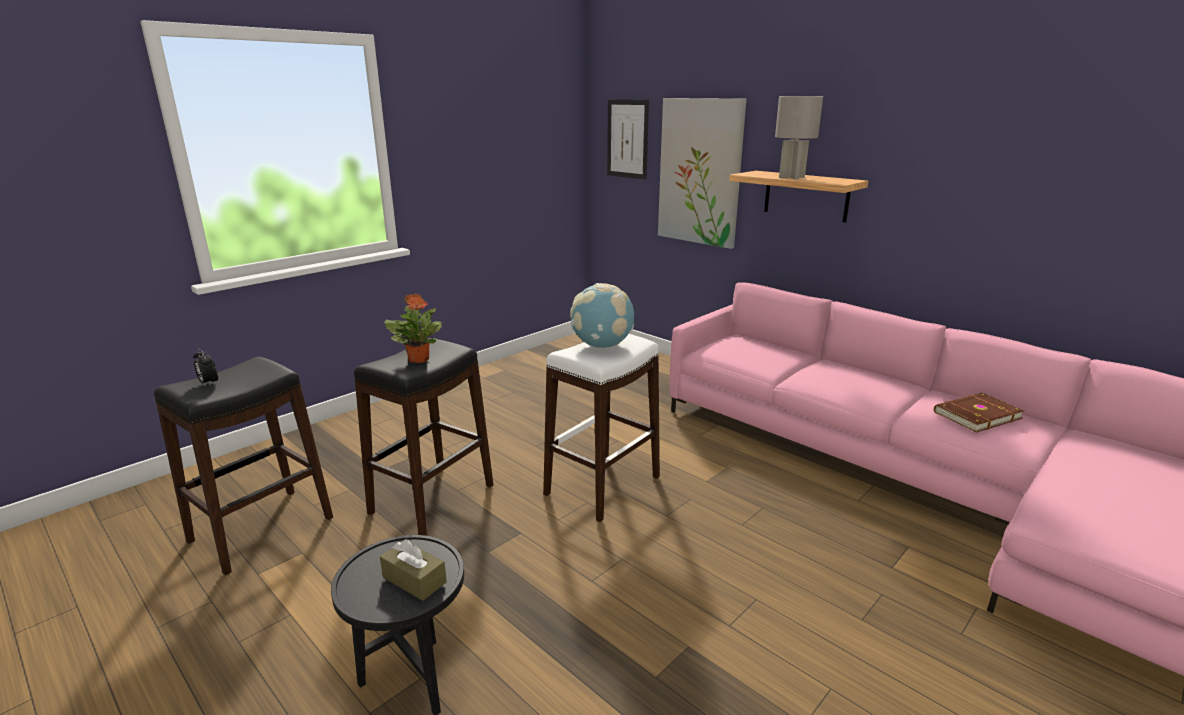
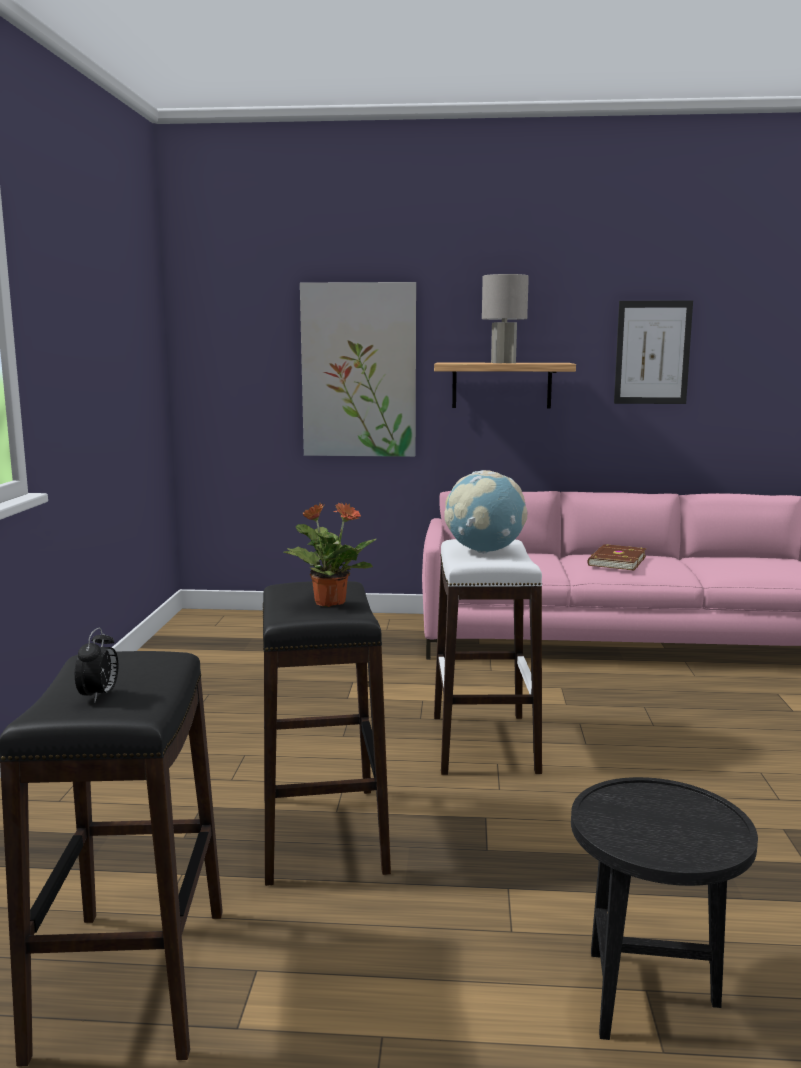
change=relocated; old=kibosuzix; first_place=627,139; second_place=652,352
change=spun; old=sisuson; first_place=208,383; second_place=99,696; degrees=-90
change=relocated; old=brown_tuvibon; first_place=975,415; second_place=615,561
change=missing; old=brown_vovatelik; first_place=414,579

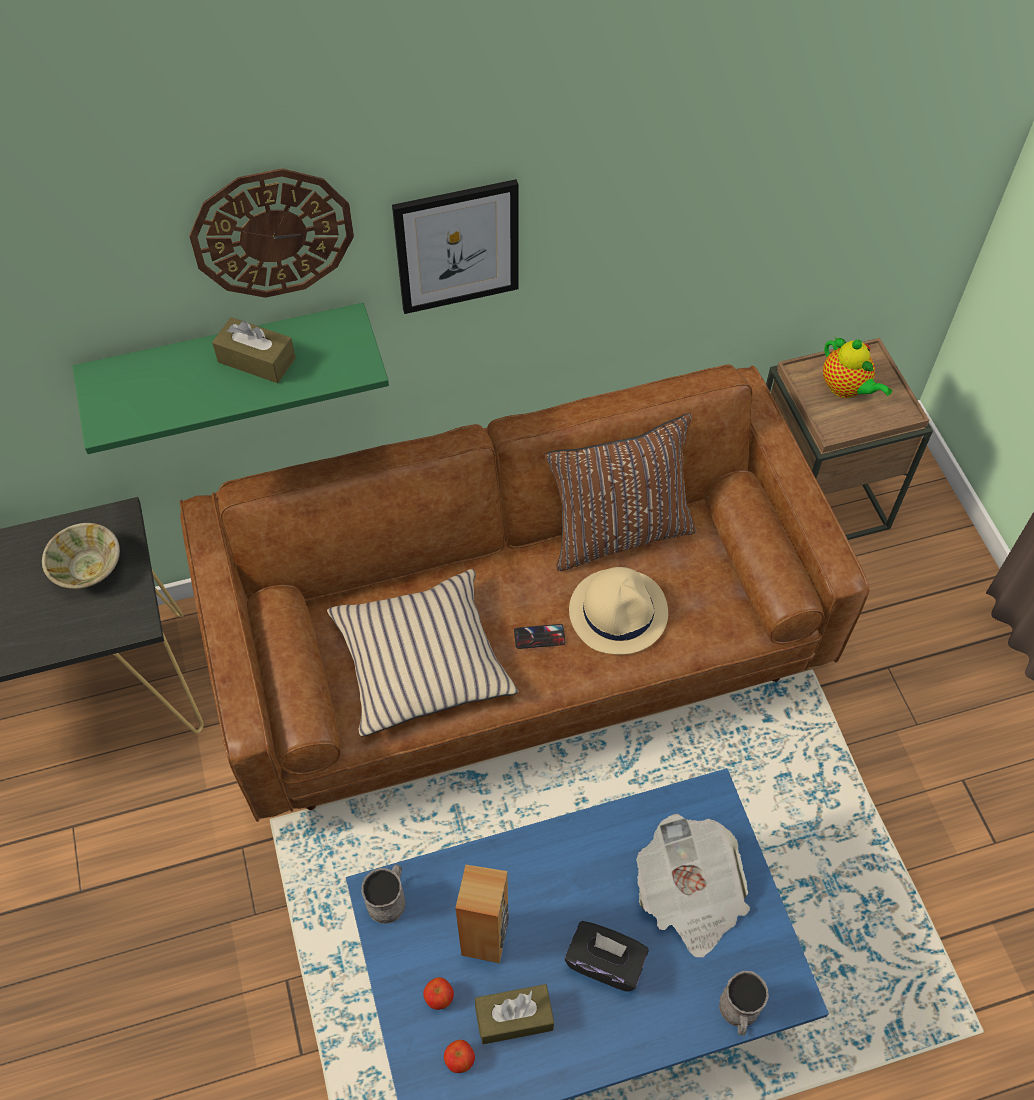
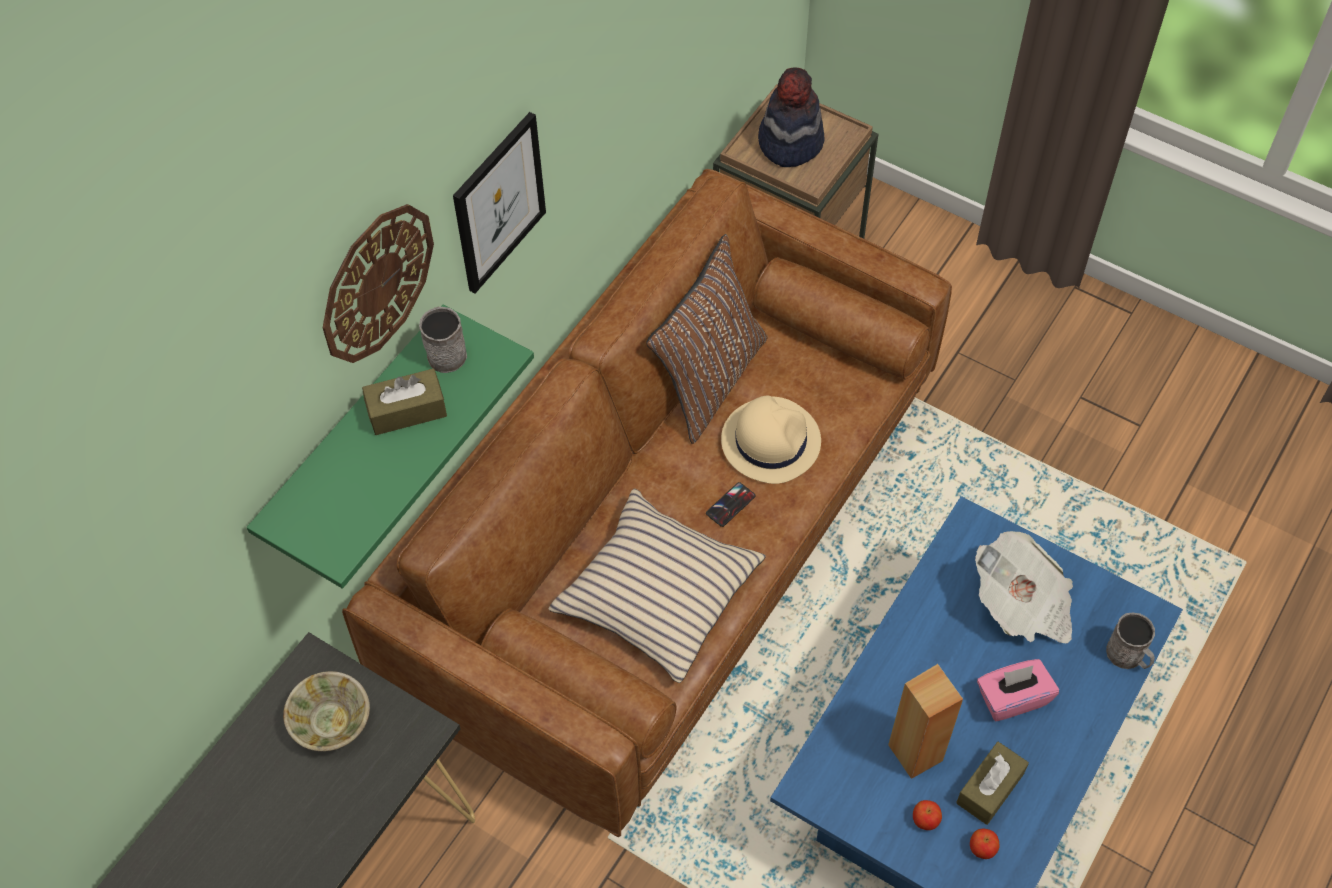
change=exchanged; old=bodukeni; new=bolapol; first_place=846,389; second_place=790,142
change=relocated; old=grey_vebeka; first_place=389,898; second_place=445,351
change=colour; old=black_vovatelik; new=pink_vovatelik; first_place=605,962; second_place=1012,698

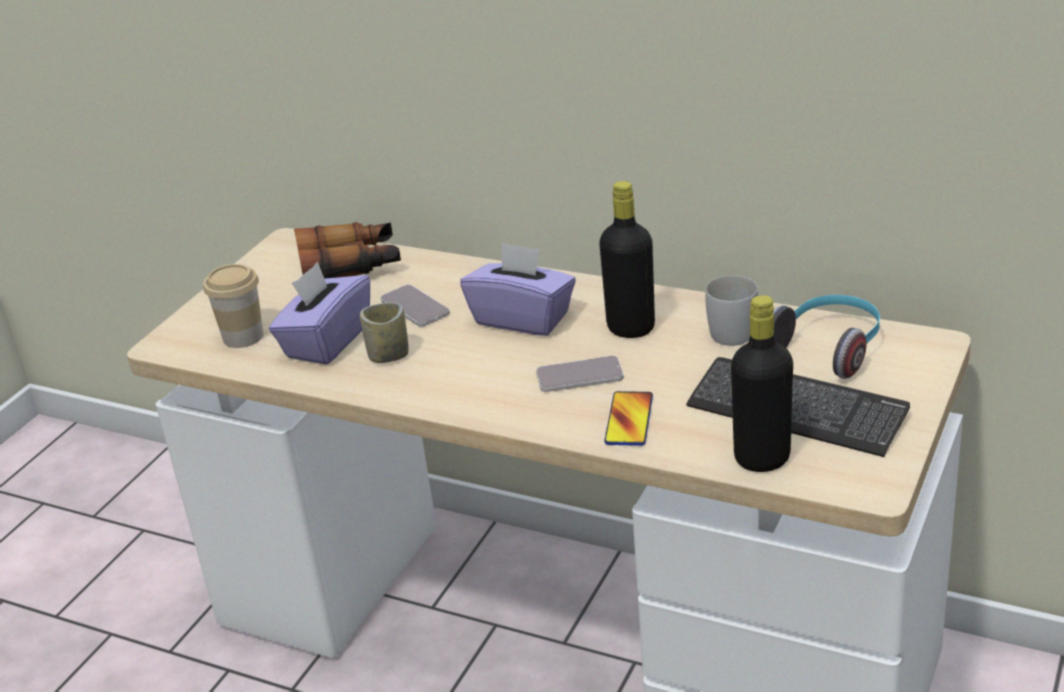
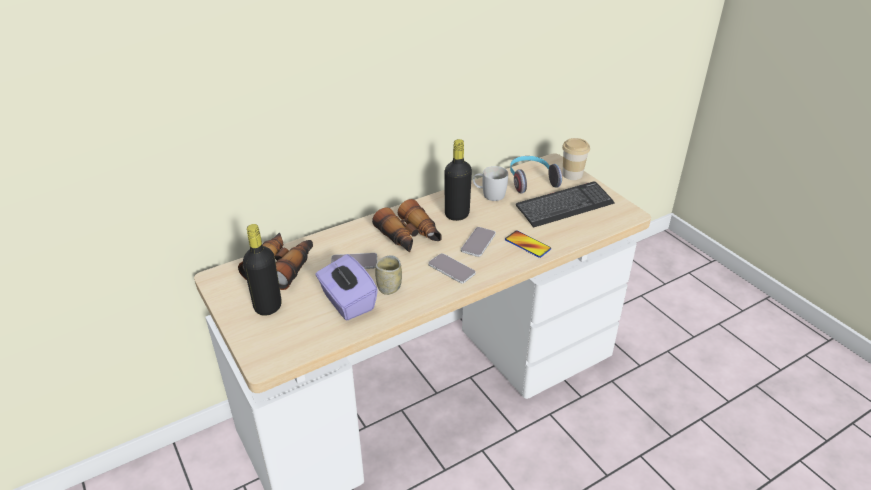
change=exchanged; old=purple_vovatelik; new=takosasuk; first_place=522,318; second_place=410,237
change=relocated; old=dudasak; first_place=243,337; second_place=572,174
change=relocated; old=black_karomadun; first_place=762,458; second_place=268,306
change=appeared; new=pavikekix; second_place=451,269

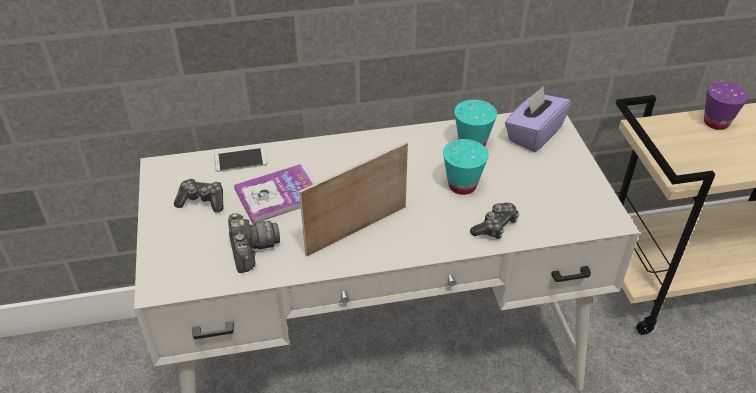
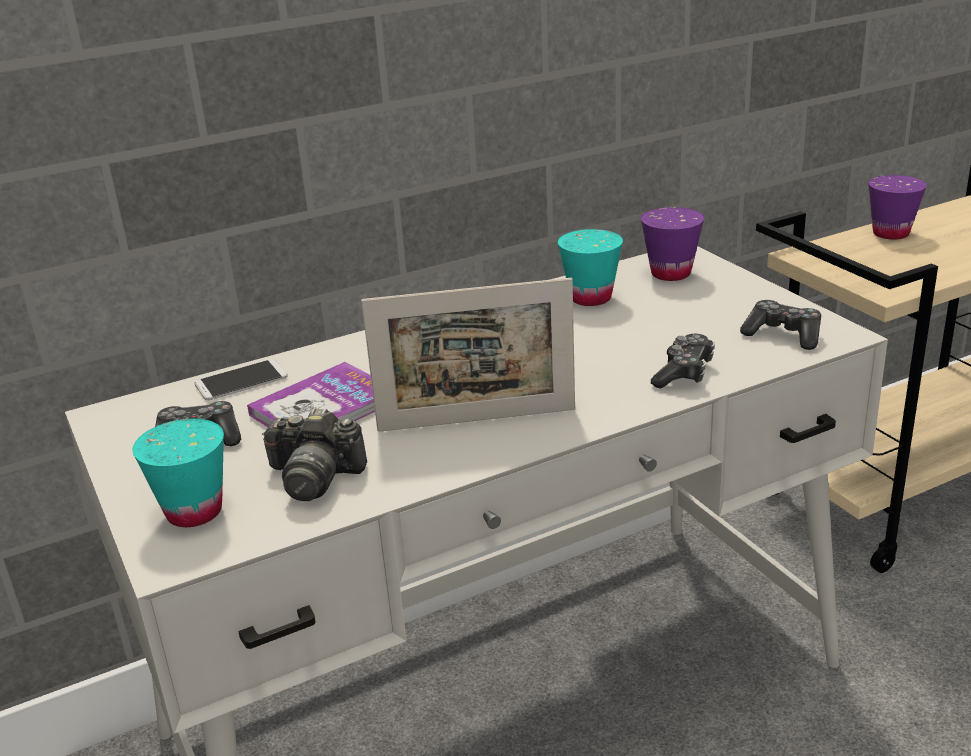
change=exchanged; old=purple_vovatelik; new=purple_dudasak; first_place=533,134; second_place=670,273
change=relocated; old=turquoise_dudasak; first_place=462,185; second_place=194,512
change=spun; old=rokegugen; first_place=357,230; second_place=476,420; degrees=-135
change=spun; old=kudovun; first_place=251,249; second_place=315,477; degrees=135
change=appeared; new=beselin; second_place=783,335

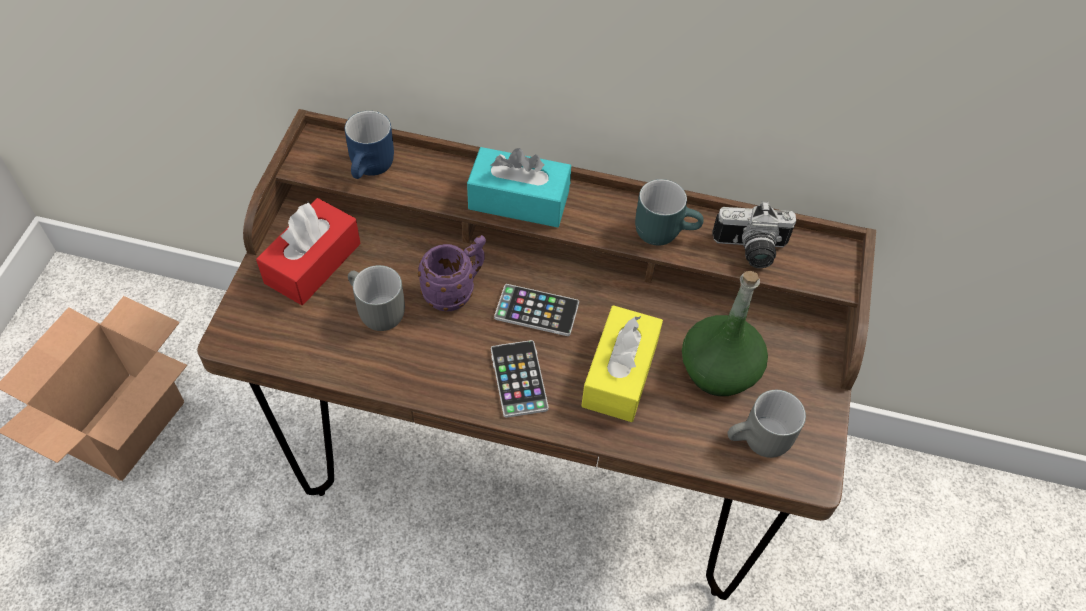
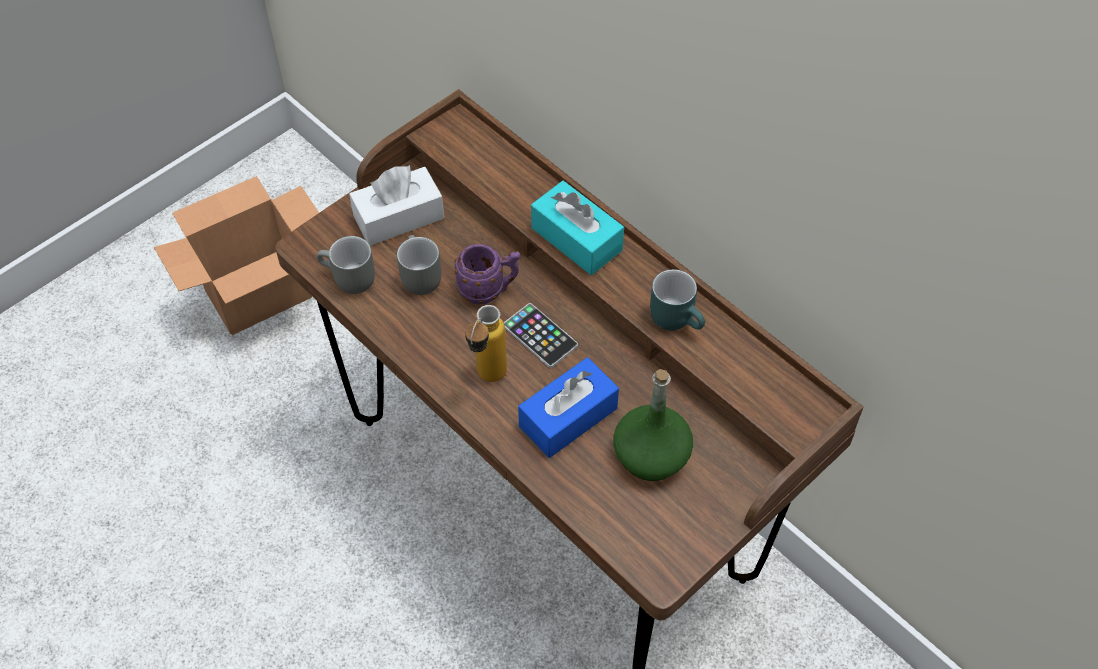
change=missing; old=blue_vebeka; first_place=373,167
change=colour; old=red_vovatelik; new=white_vovatelik; first_place=313,263; second_place=398,217
change=missing; old=kudovun; first_place=750,251
change=colour; old=yellow_vovatelik; new=blue_vovatelik; first_place=620,374; second_place=568,417
change=exchanged; old=pavikekix; new=karomadun; first_place=519,379; second_place=487,381
change=relocated; old=grey_vebeka; first_place=760,443; second_place=348,280

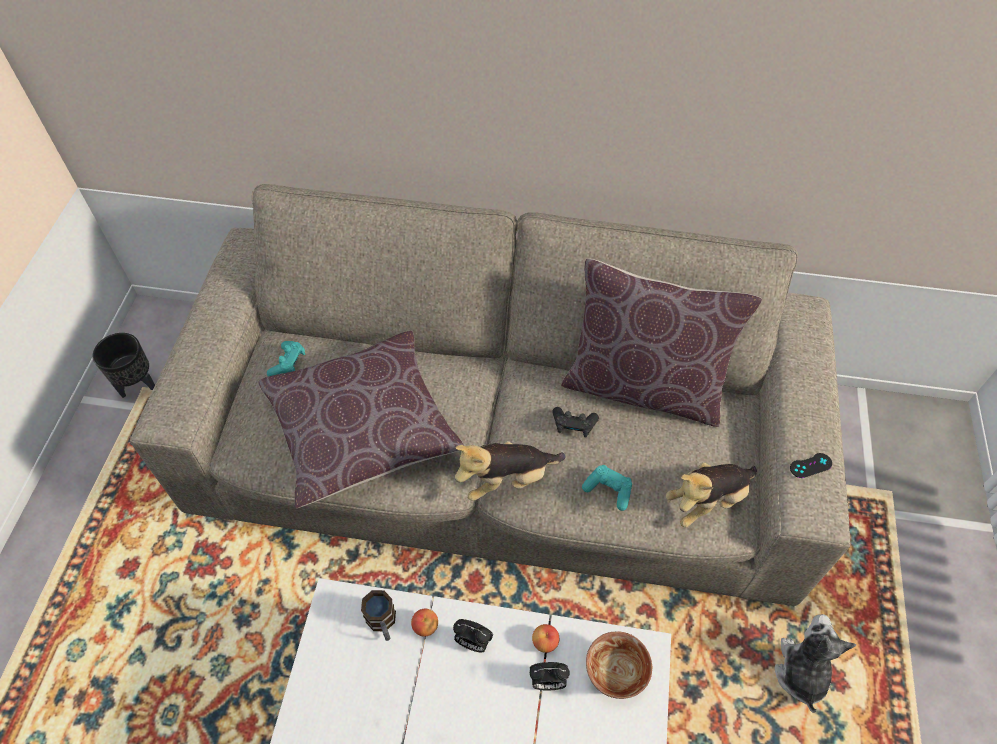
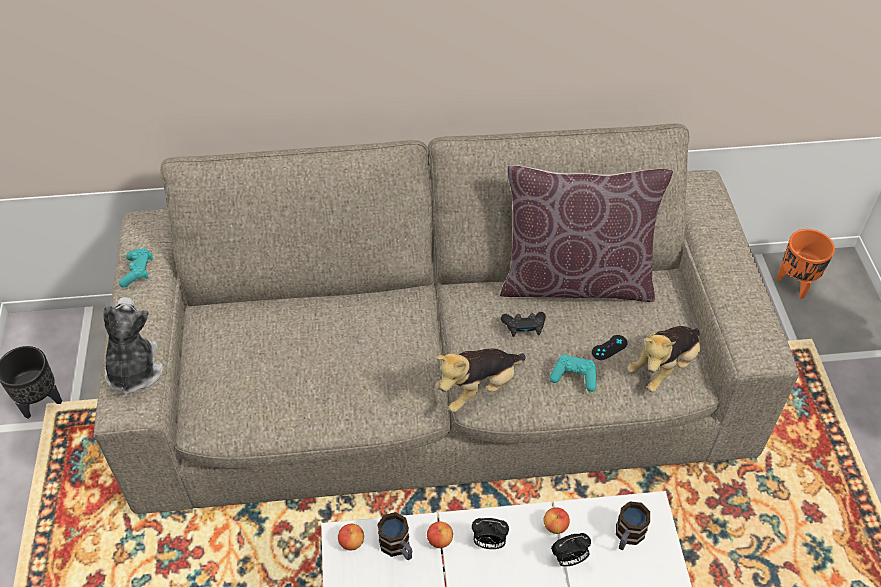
change=missing; old=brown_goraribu; first_place=362,429
change=relocated; old=turquoise_beselin; first_place=288,364; second_place=138,272
change=relocated; old=black_beselin; first_place=810,465; second_place=609,347
change=relocated; old=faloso; first_place=801,672; second_place=134,370
change=exchanged; old=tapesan; new=vebeka; first_place=615,673; second_place=627,536
change=appeared; new=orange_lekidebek; second_place=795,284
change=appeared; new=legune; second_place=351,542

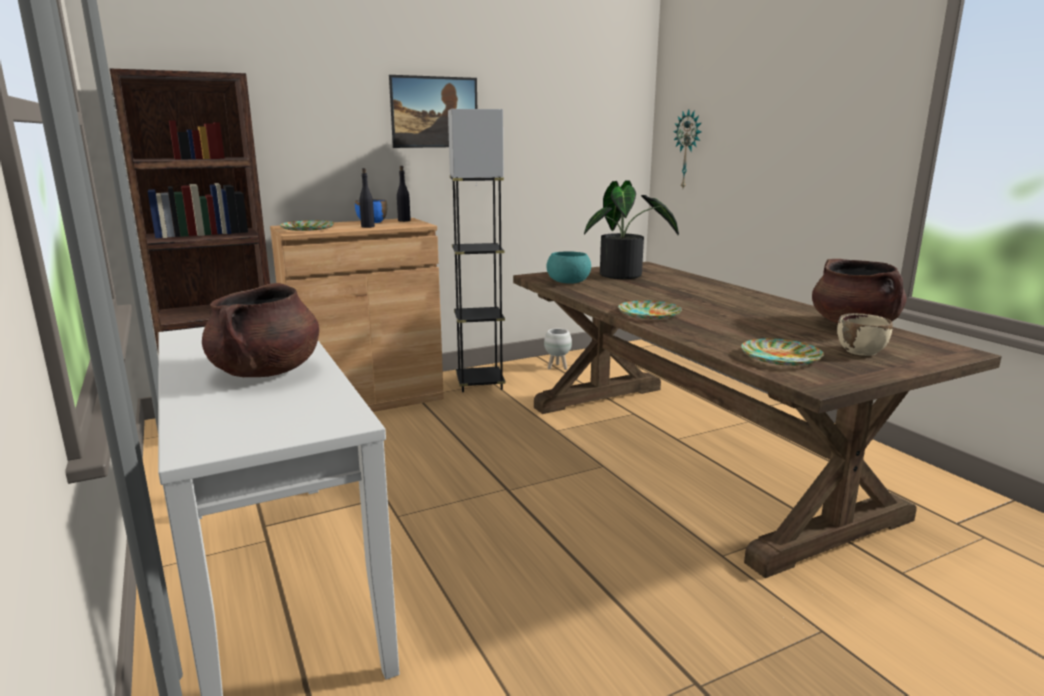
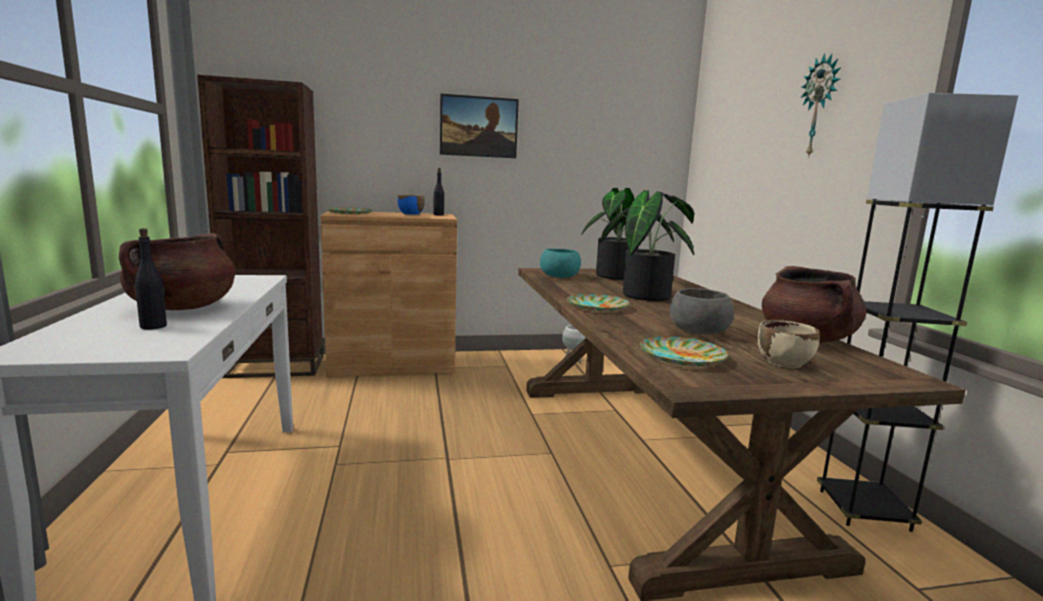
change=relocated; old=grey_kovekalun; first_place=480,383; second_place=863,510
change=relocated; old=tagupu; first_place=688,149; second_place=820,106
change=relocated; old=black_karomadun; first_place=368,226; second_place=154,326
change=appeared; new=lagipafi; second_place=643,295
change=appeared; new=grey_tapesan; second_place=698,331

